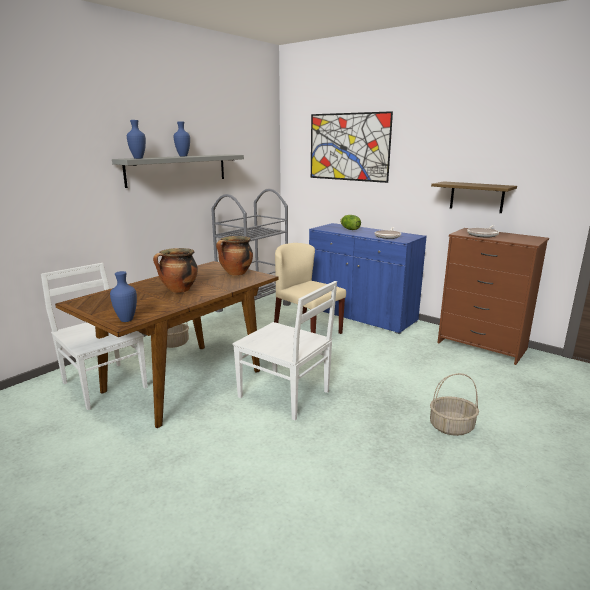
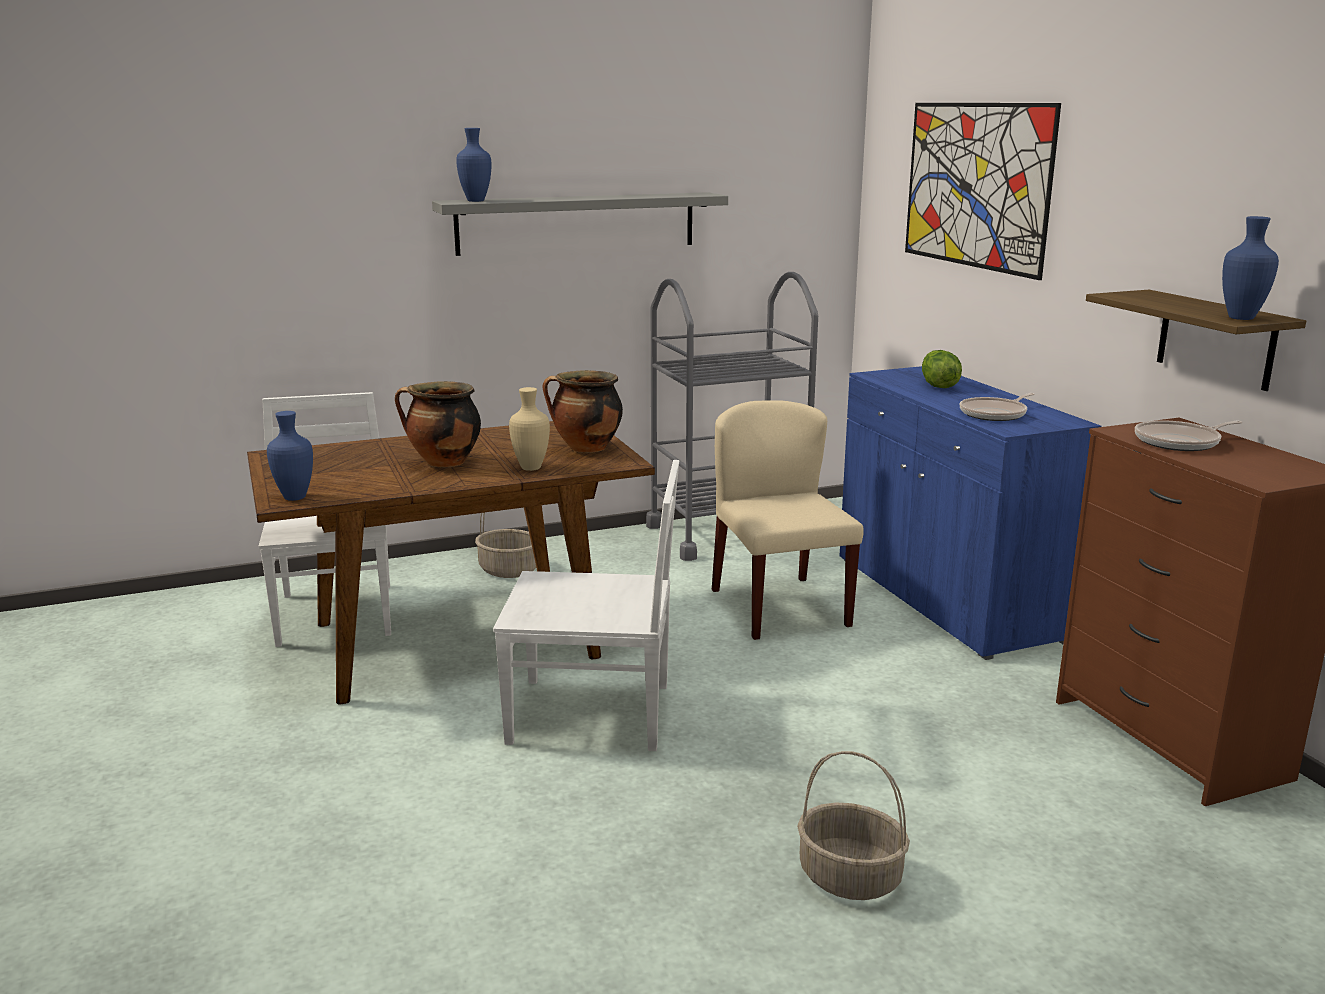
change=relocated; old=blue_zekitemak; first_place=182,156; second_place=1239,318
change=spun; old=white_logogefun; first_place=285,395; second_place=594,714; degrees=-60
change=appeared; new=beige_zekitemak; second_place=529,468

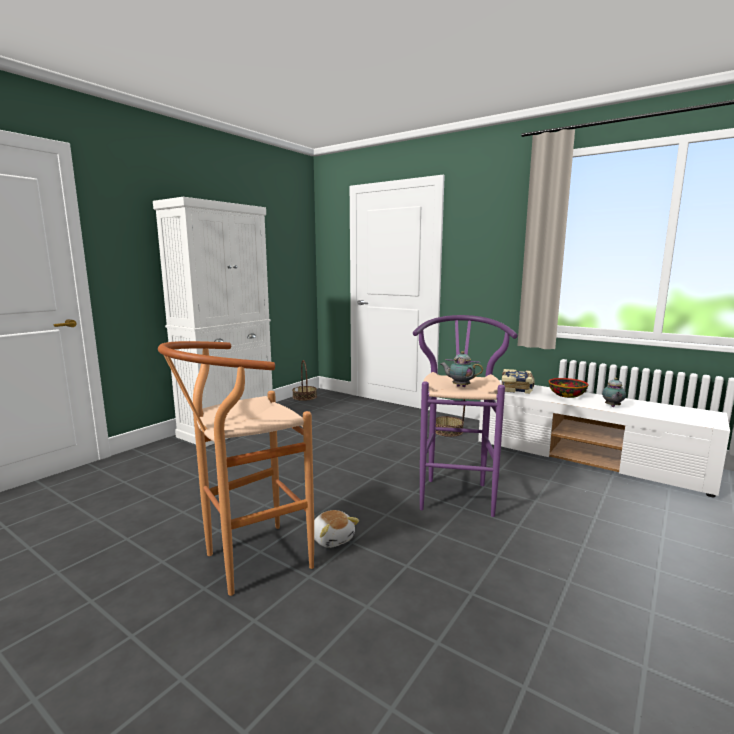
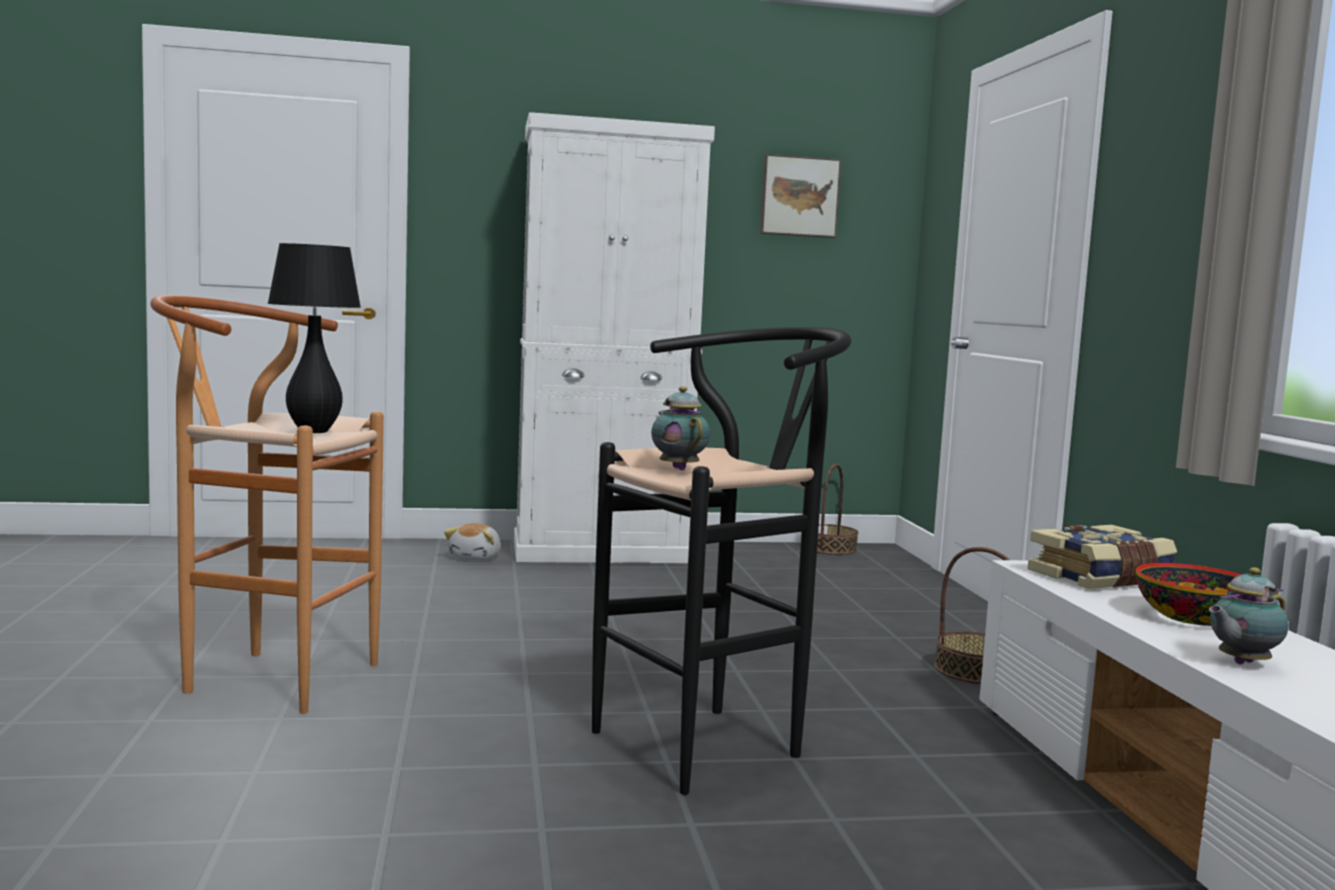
change=colour; old=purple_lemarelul; new=black_lemarelul; first_place=456,493; second_place=714,742
change=relocated; old=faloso; first_place=333,538; second_place=476,557
change=appeared; new=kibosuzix; second_place=799,196
change=appeared; new=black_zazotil; second_place=314,431

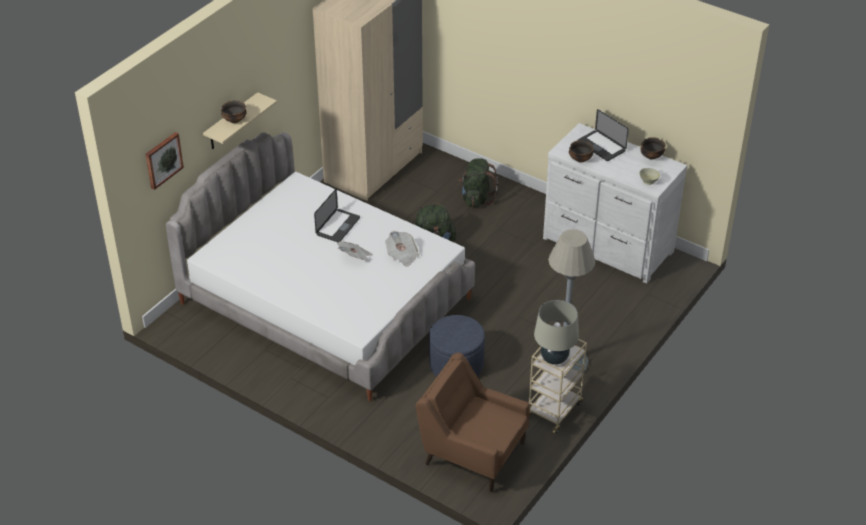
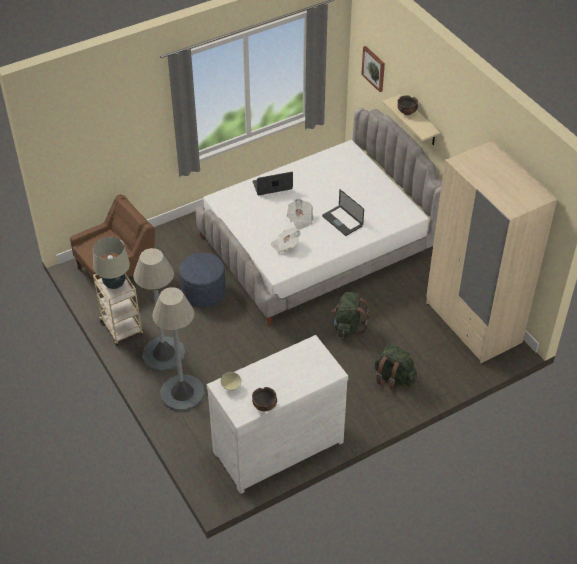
change=relocated; old=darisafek; first_place=601,146; second_place=272,186
change=missing; old=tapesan; first_place=580,159
change=appeared; new=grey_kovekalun; second_place=182,393

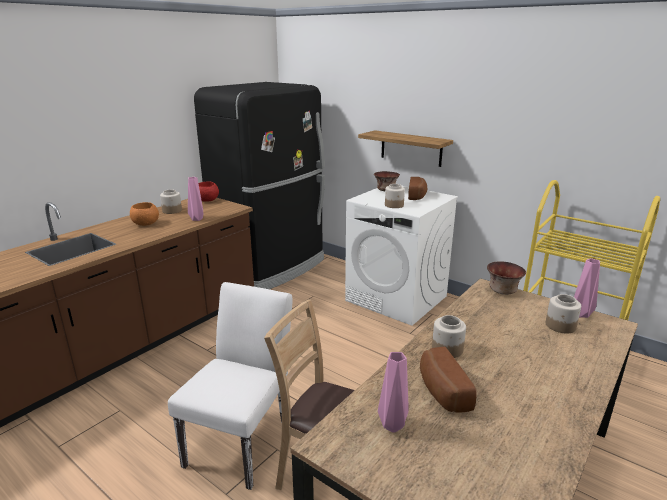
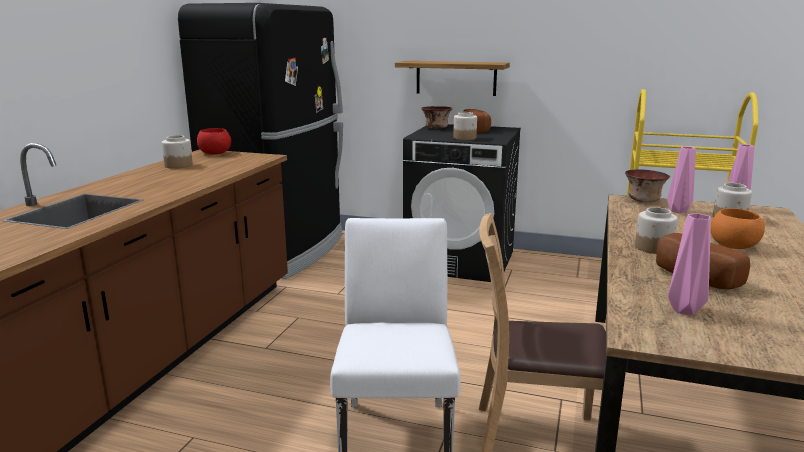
change=relocated; old=pink_zekitemak; first_place=197,219; second_place=678,211
change=colour; old=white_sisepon; new=black_sisepon; first_place=397,298; second_place=461,261
change=relocated; old=orange_tapesan; first_place=145,224; second_place=733,246

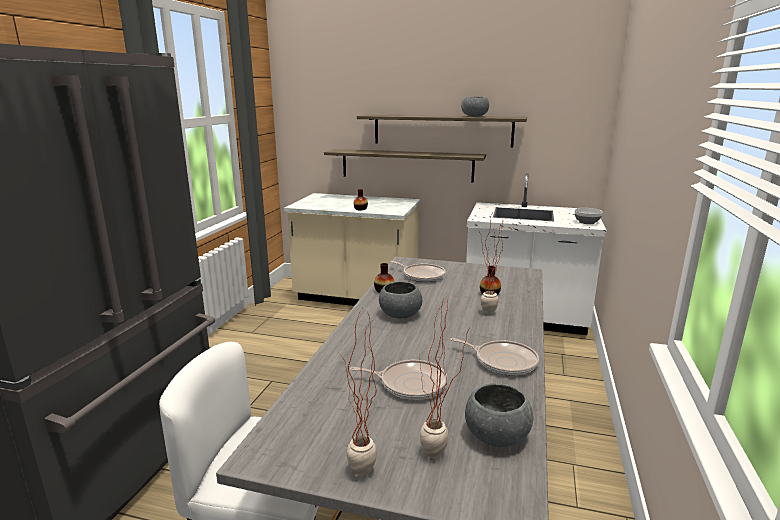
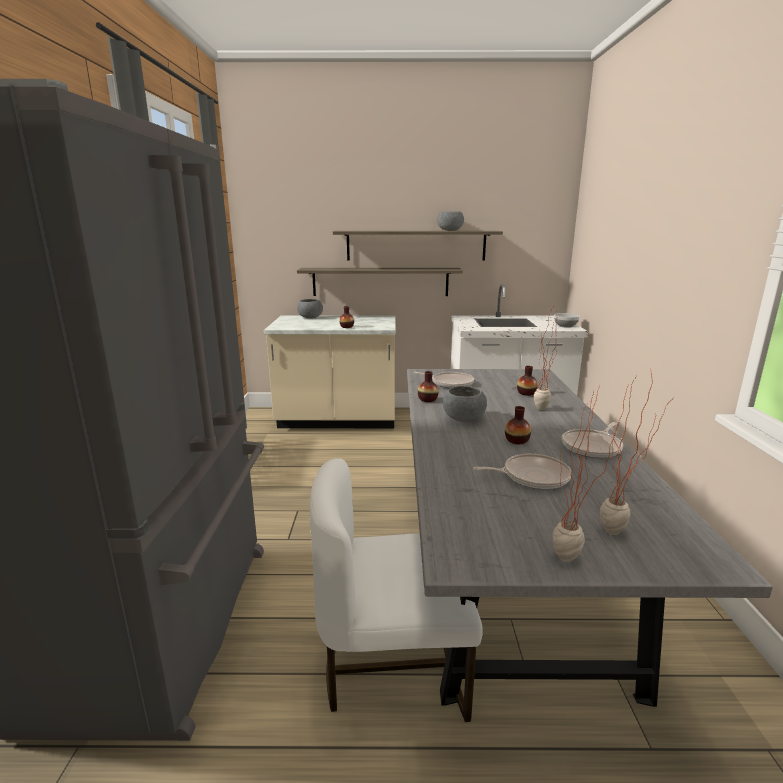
change=spun; old=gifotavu; first_place=502,361; second_place=593,447; degrees=120
change=relocated; old=grey_tapesan; first_place=496,435; second_place=310,317
change=appeared; new=zekitemak; second_place=517,440

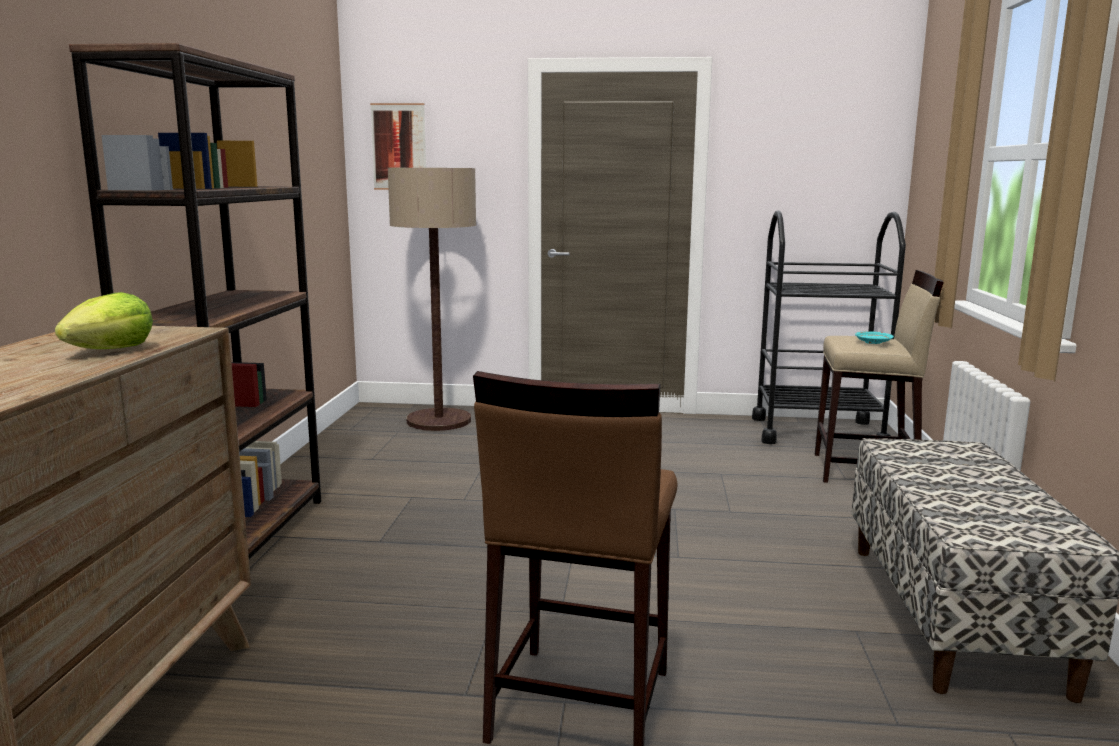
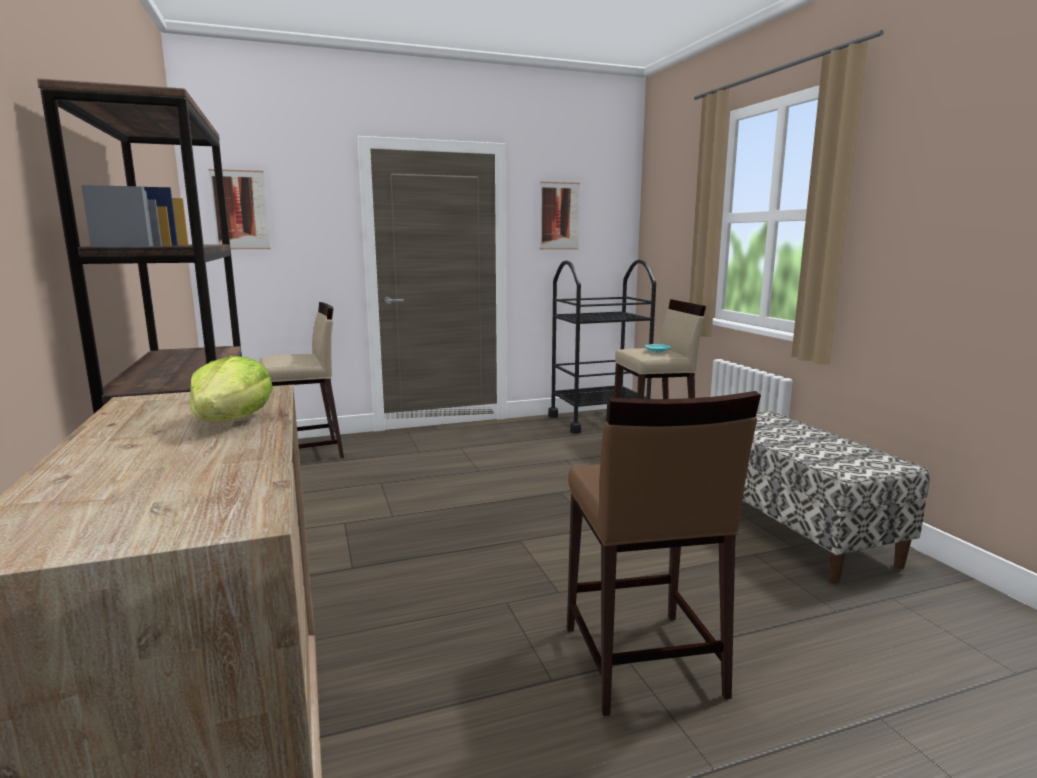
change=exchanged; old=kovekalun; new=beige_lemarelul; first_place=439,421; second_place=306,453
change=appeared; new=kibosuzix; second_place=559,216

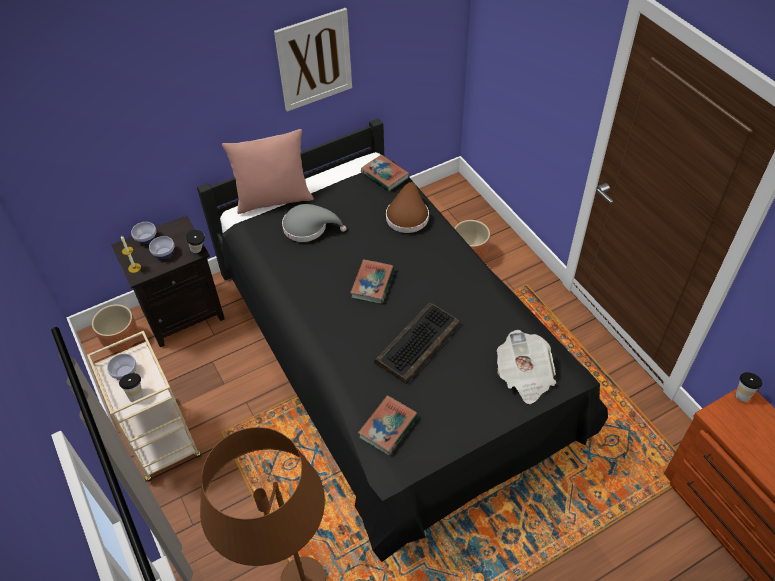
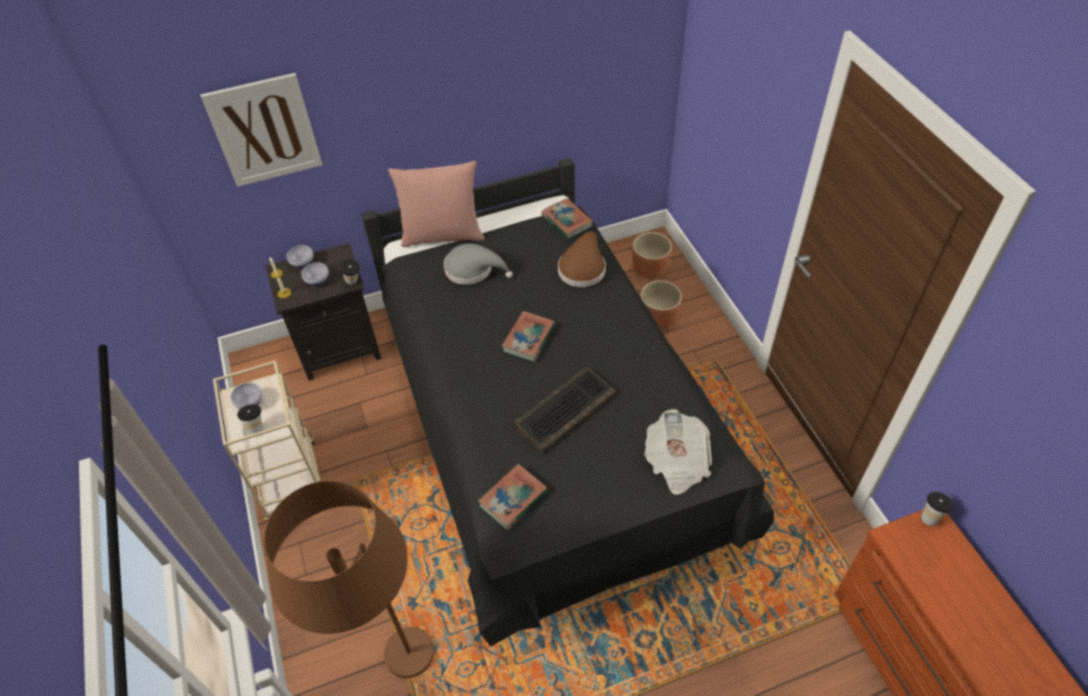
change=relocated; old=kibosuzix; first_place=314,60; second_place=264,130
change=relocated; old=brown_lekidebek; first_place=122,340; second_place=650,269

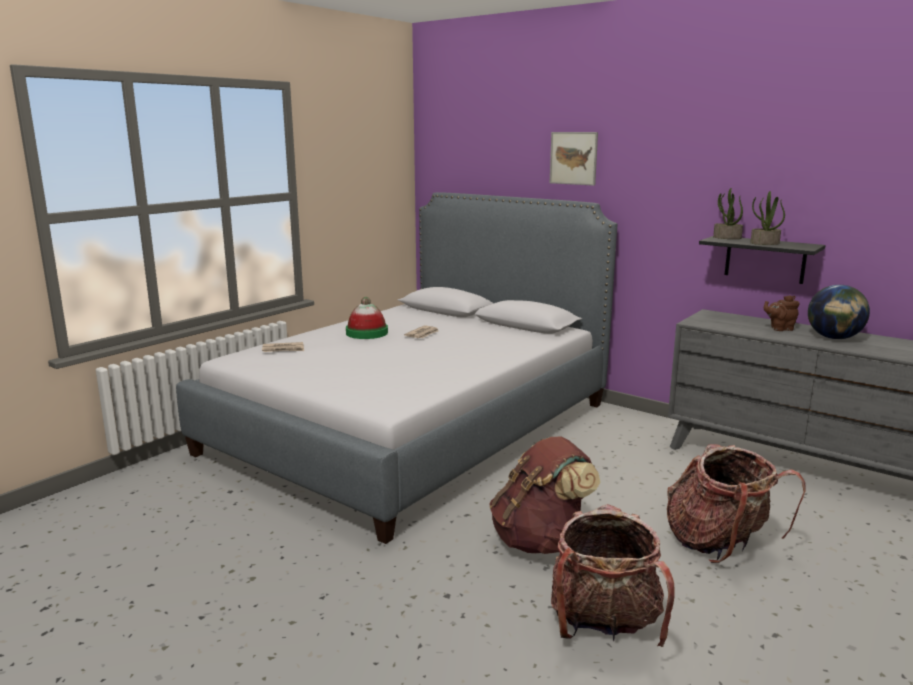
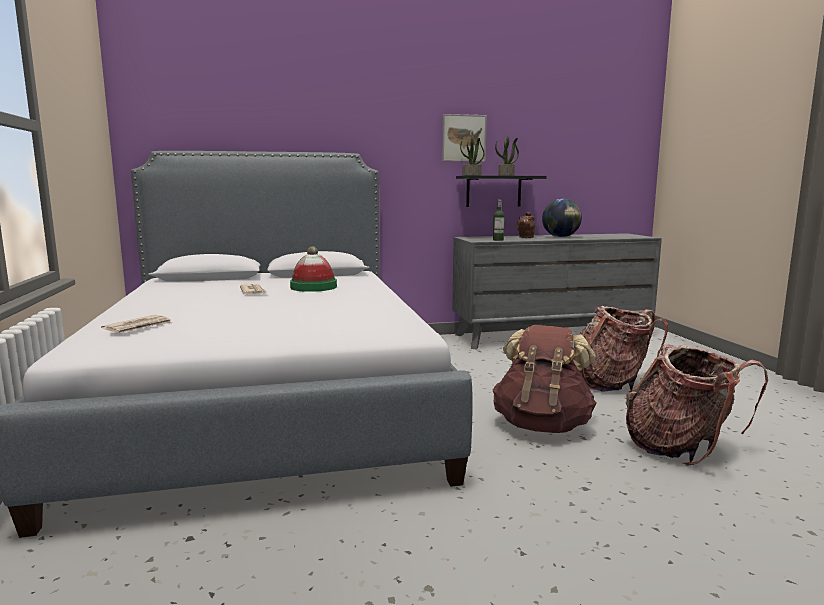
change=relocated; old=kibosuzix; first_place=573,158; second_place=464,138
change=relocated; old=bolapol; first_place=367,333; second_place=313,287
change=appeared; new=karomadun; second_place=498,240

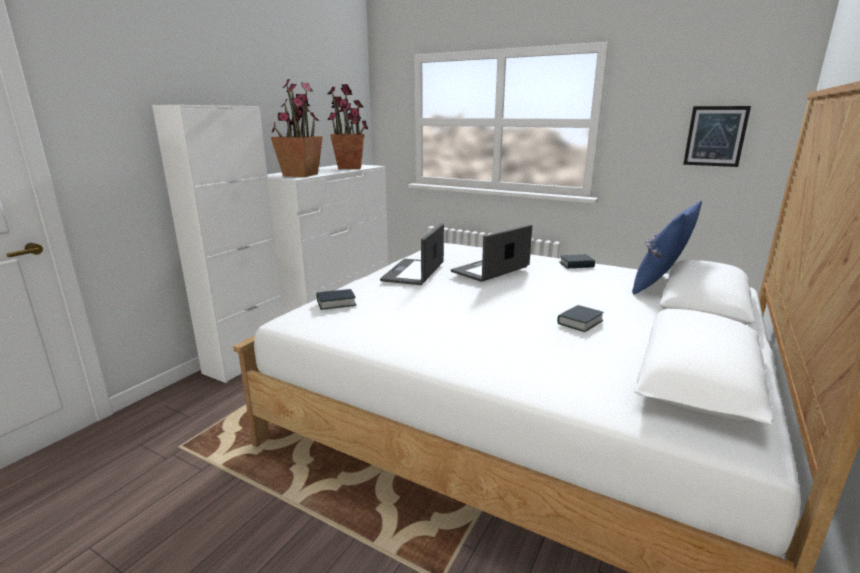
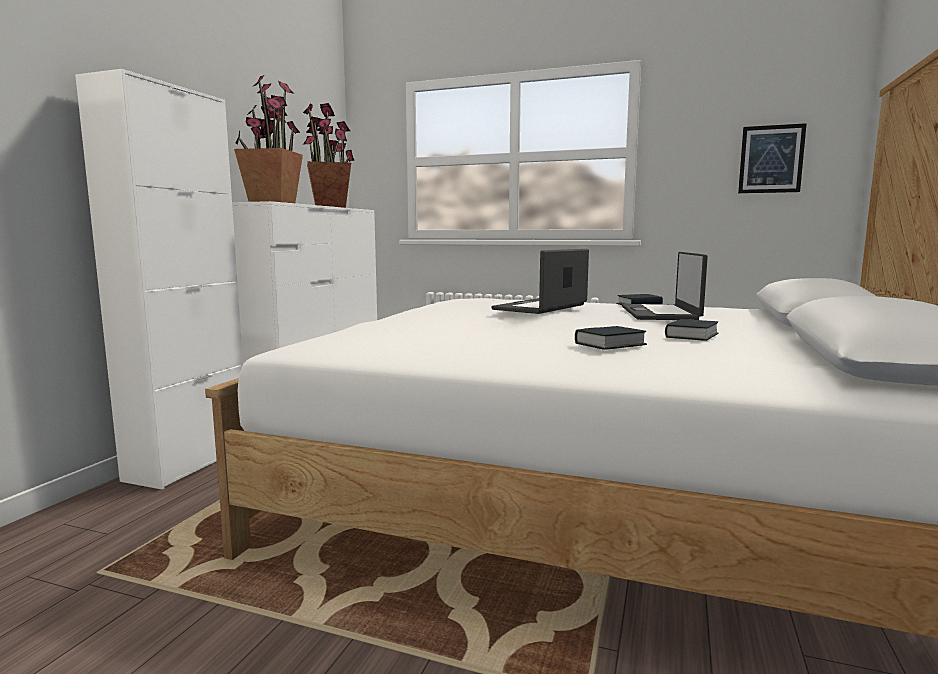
change=missing; old=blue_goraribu; first_place=660,286
change=relocated; old=darisafek; first_place=414,272; second_place=660,313
change=relocated; old=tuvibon; first_place=336,303; second_place=609,344

